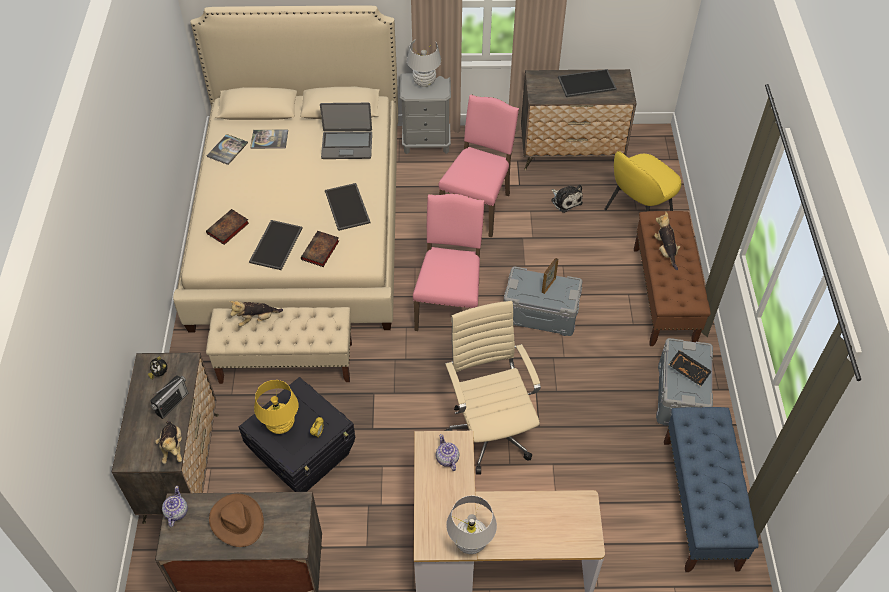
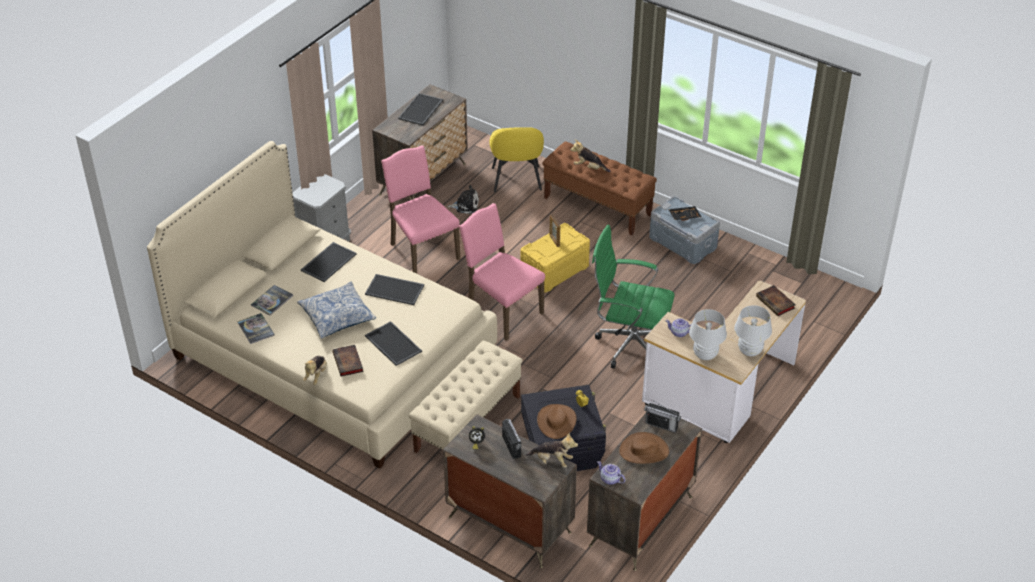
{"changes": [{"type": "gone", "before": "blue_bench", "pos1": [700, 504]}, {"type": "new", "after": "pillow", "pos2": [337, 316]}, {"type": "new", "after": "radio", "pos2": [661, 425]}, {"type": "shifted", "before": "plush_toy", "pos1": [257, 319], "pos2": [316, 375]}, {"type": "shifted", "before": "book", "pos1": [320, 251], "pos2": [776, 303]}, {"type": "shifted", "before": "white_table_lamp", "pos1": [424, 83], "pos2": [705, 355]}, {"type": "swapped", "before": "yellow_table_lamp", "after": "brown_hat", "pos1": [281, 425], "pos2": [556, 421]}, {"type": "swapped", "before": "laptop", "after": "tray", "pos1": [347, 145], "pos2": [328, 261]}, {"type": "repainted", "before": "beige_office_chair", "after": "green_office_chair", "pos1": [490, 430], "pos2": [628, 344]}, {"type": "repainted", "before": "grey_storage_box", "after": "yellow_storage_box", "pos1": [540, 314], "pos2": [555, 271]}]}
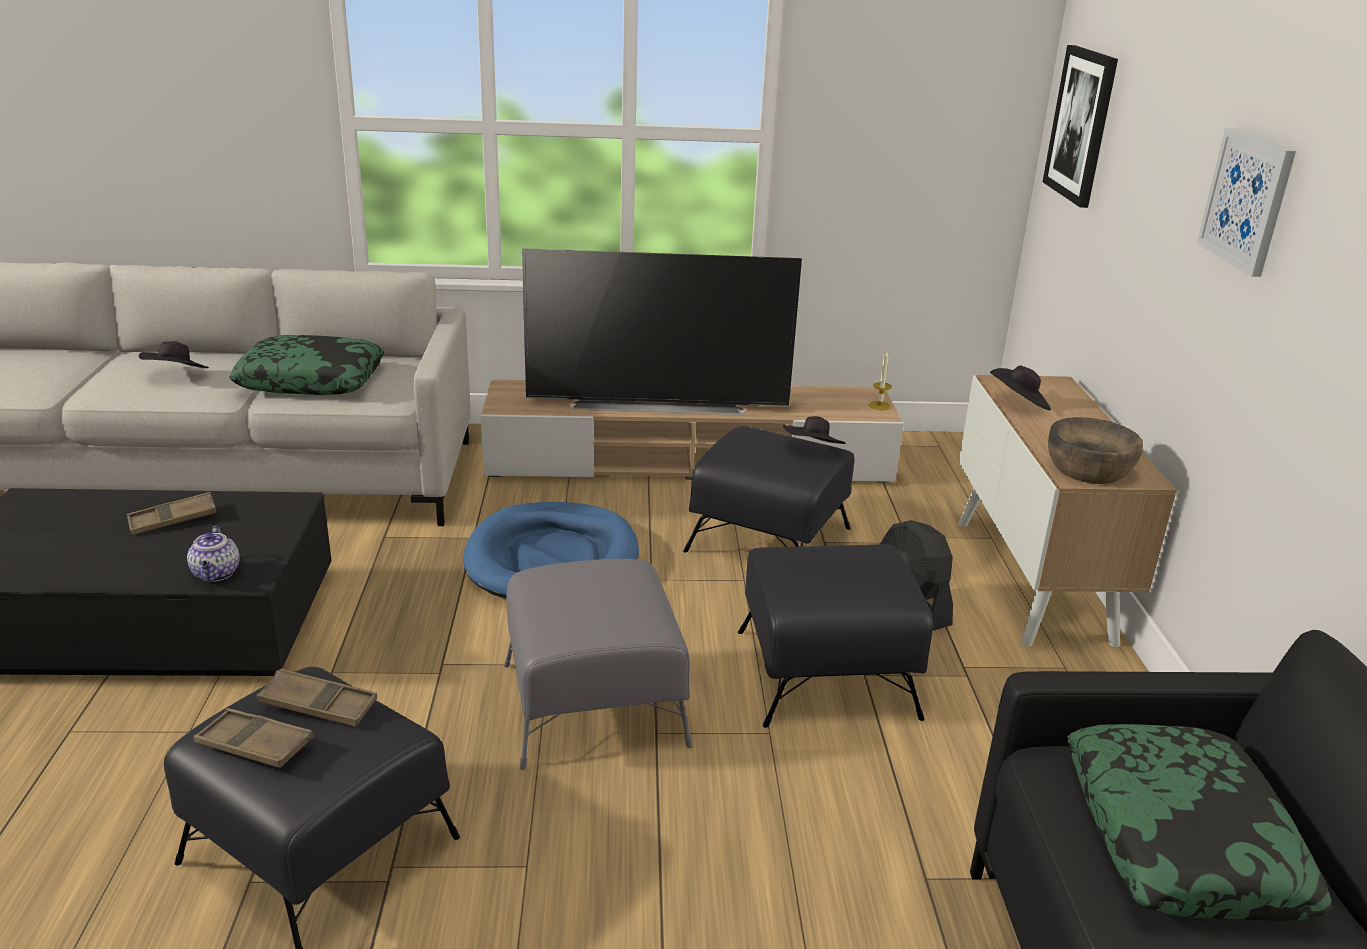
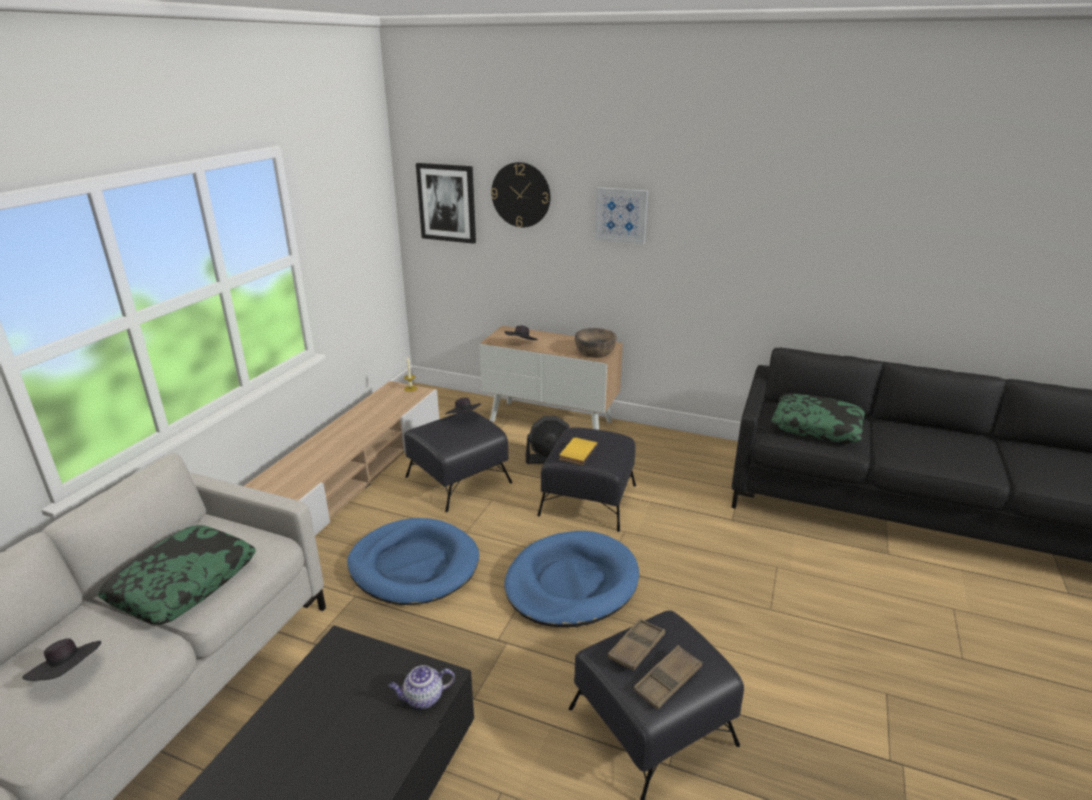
{"changes": [{"type": "gone", "before": "brown_tray", "pos1": [173, 520]}, {"type": "gone", "before": "television", "pos1": [657, 403]}, {"type": "new", "after": "wall_clock", "pos2": [521, 195]}, {"type": "new", "after": "yellow_book", "pos2": [577, 452]}, {"type": "swapped", "before": "grey_ottoman", "after": "blue_dog_bed", "pos1": [594, 703], "pos2": [571, 583]}, {"type": "rotated", "before": "teapot", "pos1": [216, 574], "pos2": [423, 698], "turn": 150}]}
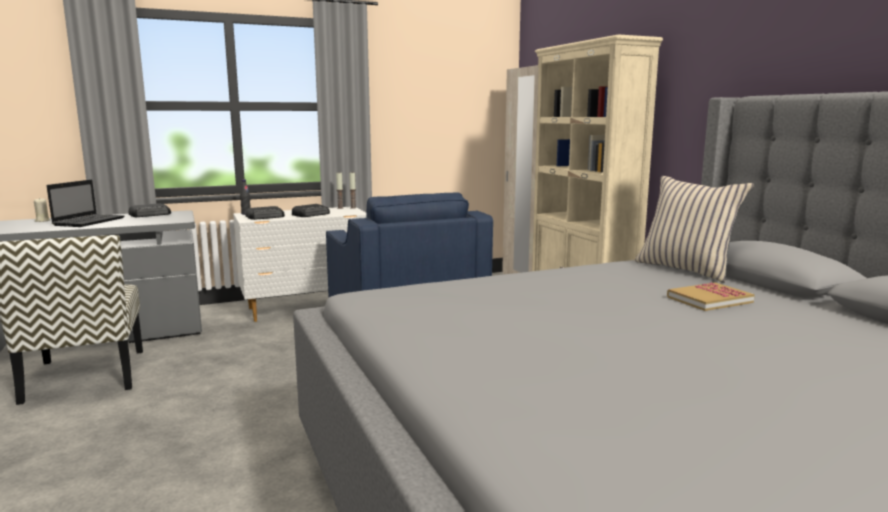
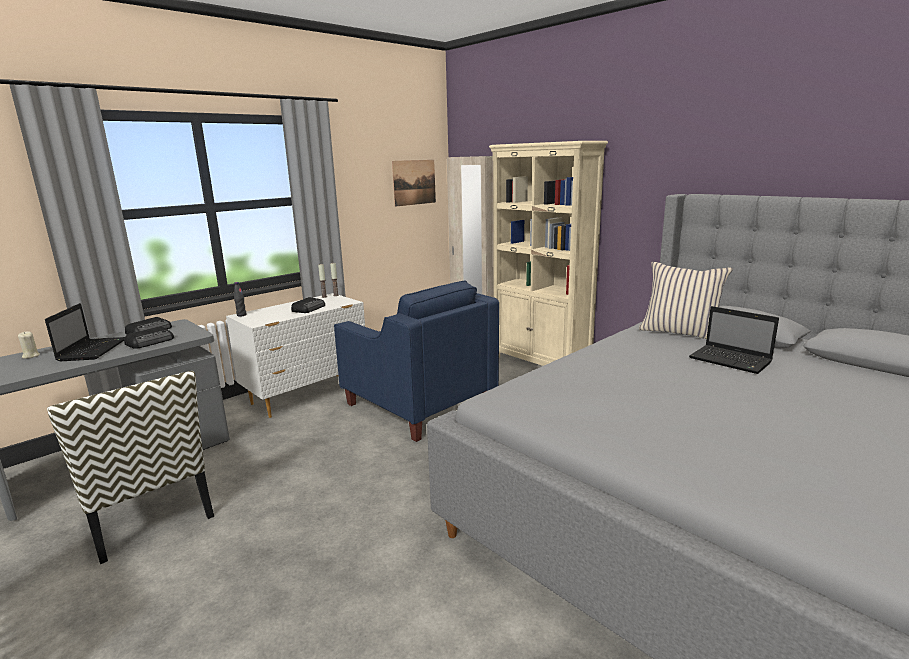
{"changes": [{"type": "new", "after": "picture", "pos2": [414, 182]}, {"type": "shifted", "before": "radio", "pos1": [266, 217], "pos2": [151, 341]}, {"type": "swapped", "before": "book", "after": "laptop", "pos1": [709, 299], "pos2": [731, 361]}]}
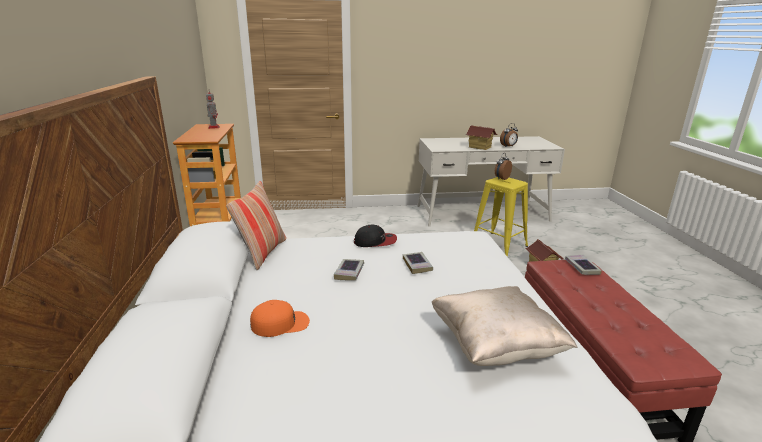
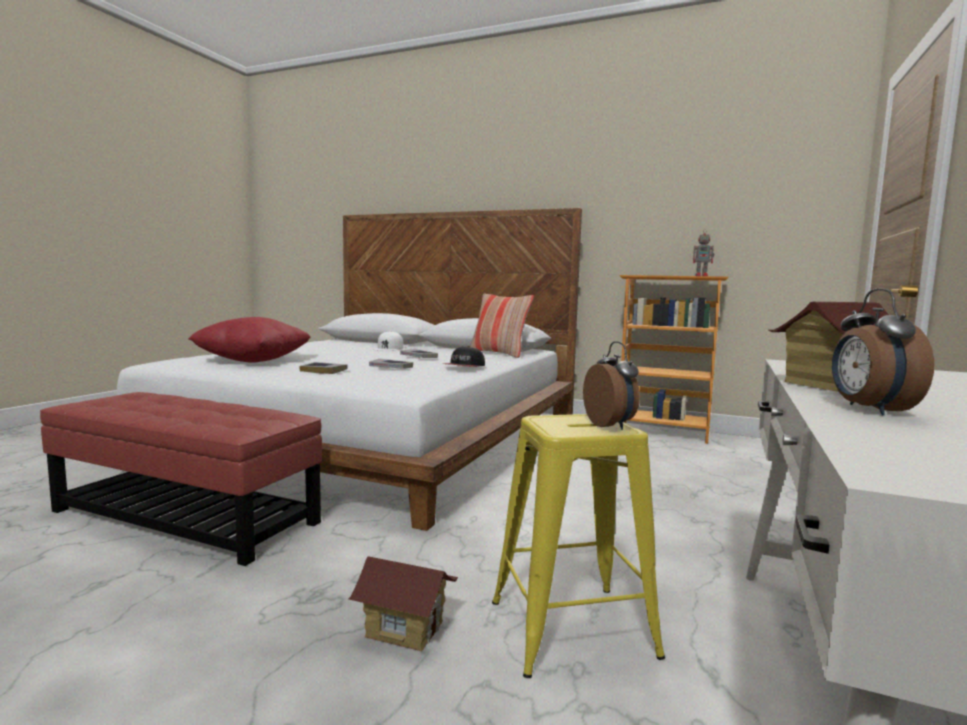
{"changes": [{"type": "shifted", "before": "book", "pos1": [582, 267], "pos2": [323, 371]}, {"type": "repainted", "before": "orange_cap", "after": "white_cap", "pos1": [280, 323], "pos2": [388, 348]}, {"type": "repainted", "before": "beige_pillow", "after": "red_pillow", "pos1": [495, 347], "pos2": [253, 361]}]}
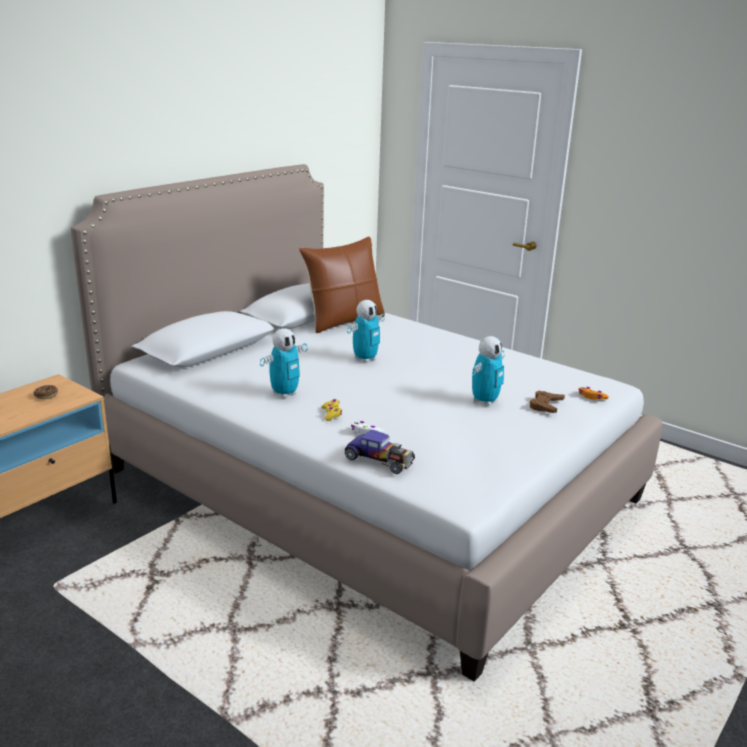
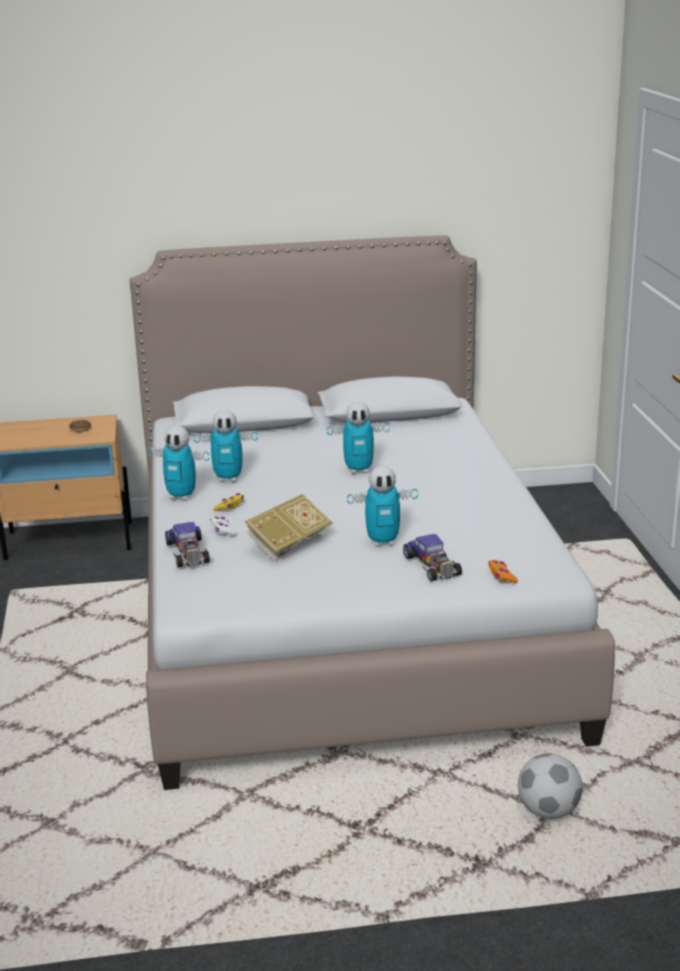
{"changes": [{"type": "gone", "before": "brown_pillow", "pos1": [343, 321]}, {"type": "new", "after": "toy_robot", "pos2": [181, 496]}, {"type": "new", "after": "book", "pos2": [288, 544]}, {"type": "new", "after": "football", "pos2": [548, 811]}, {"type": "swapped", "before": "brown_game_controller", "after": "toy_car", "pos1": [545, 405], "pos2": [432, 565]}]}
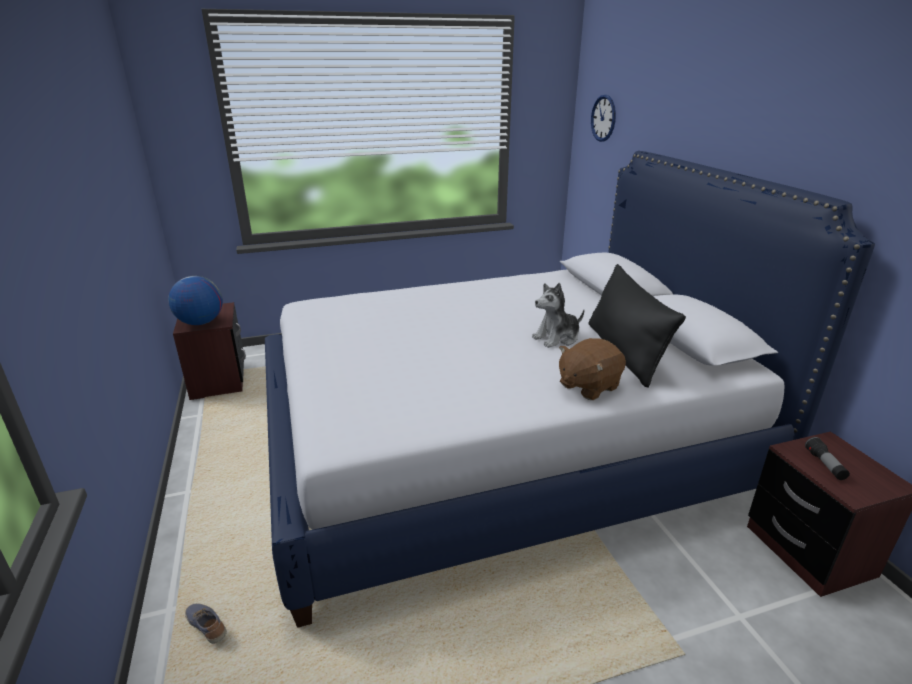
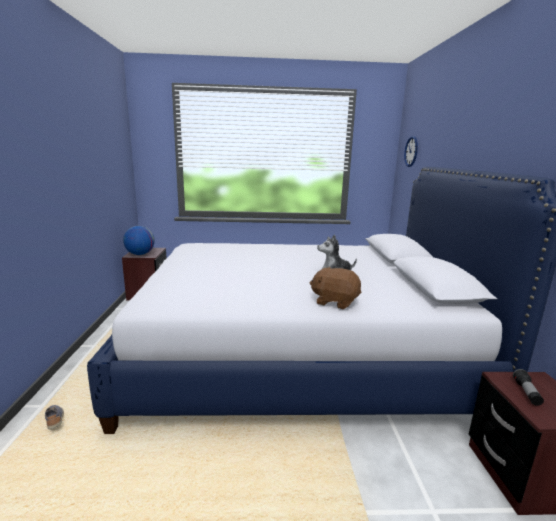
{"changes": [{"type": "gone", "before": "black_pillow", "pos1": [623, 352]}, {"type": "rotated", "before": "brown_plush_toy", "pos1": [588, 386], "pos2": [335, 301], "turn": 45}]}
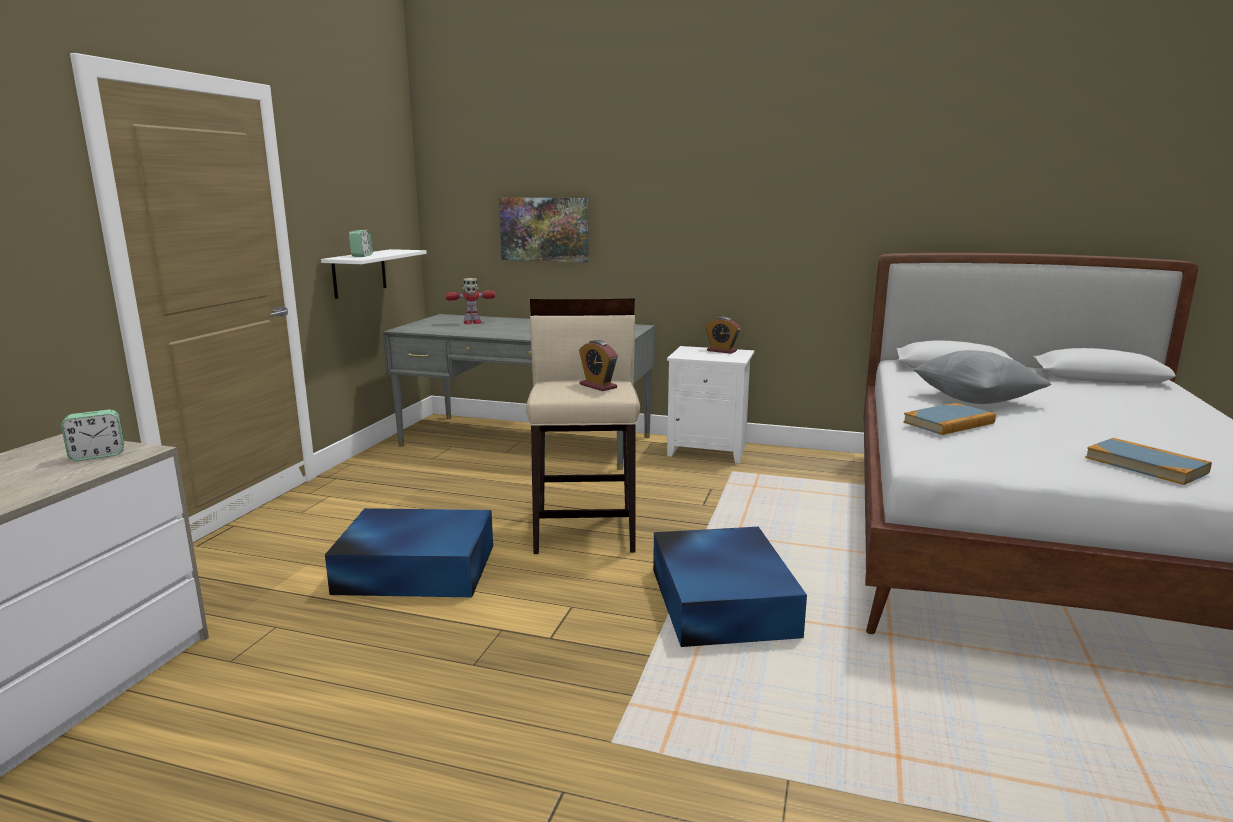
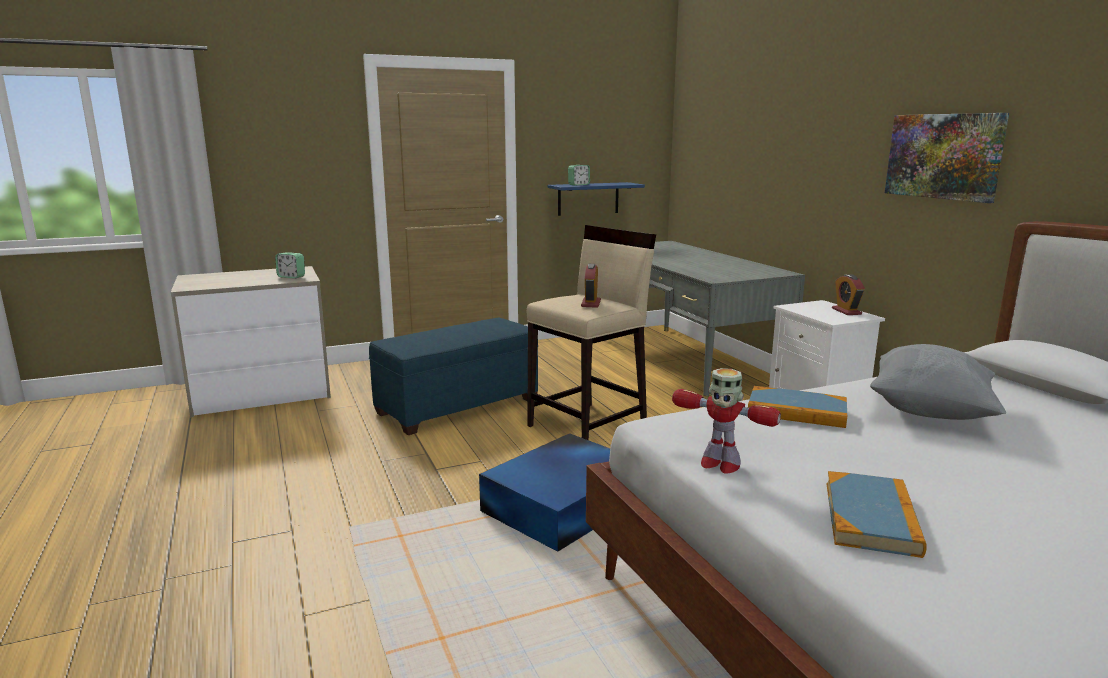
{"changes": [{"type": "shifted", "before": "toy_robot", "pos1": [472, 323], "pos2": [719, 464]}, {"type": "shifted", "before": "picture", "pos1": [544, 229], "pos2": [943, 156]}, {"type": "swapped", "before": "blue_storage_box", "after": "blue_ottoman", "pos1": [414, 568], "pos2": [458, 406]}, {"type": "repainted", "before": "white_shelf", "after": "blue_shelf", "pos1": [359, 273], "pos2": [588, 198]}]}
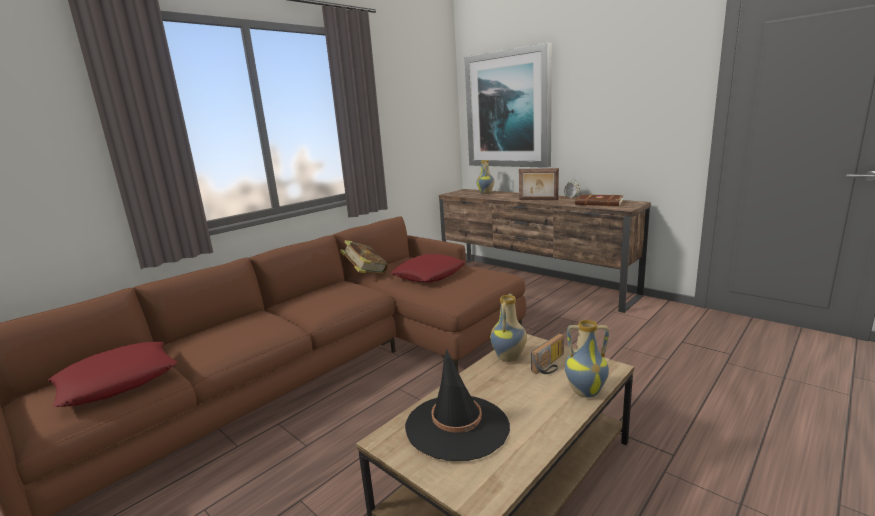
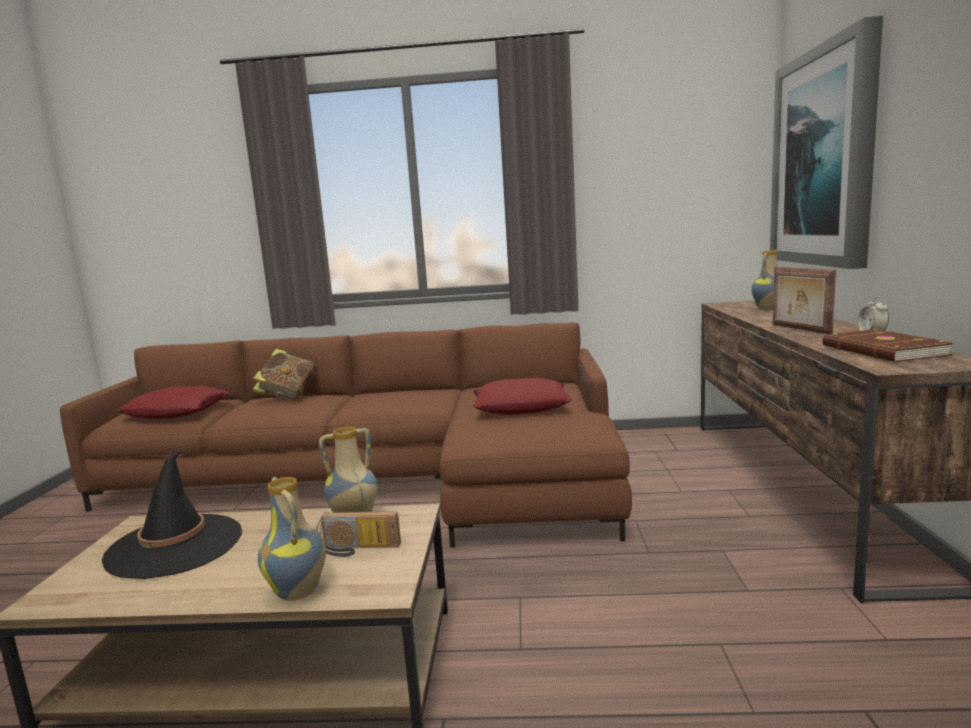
{"changes": [{"type": "shifted", "before": "book", "pos1": [365, 273], "pos2": [288, 397]}]}
